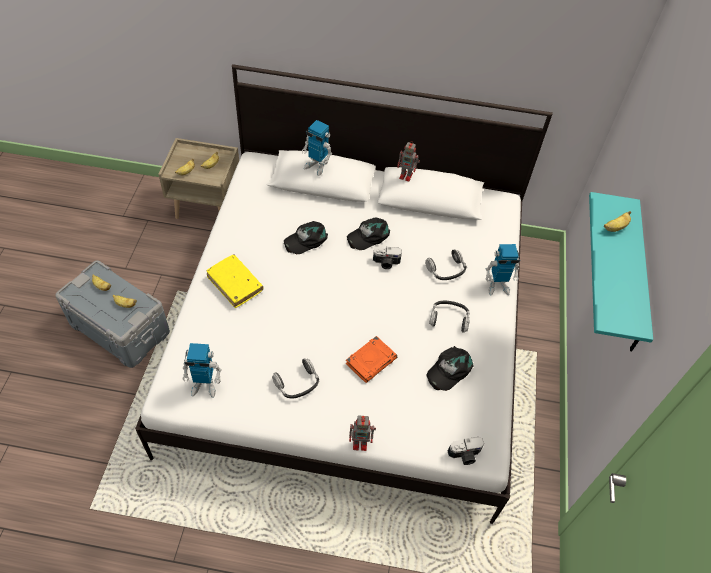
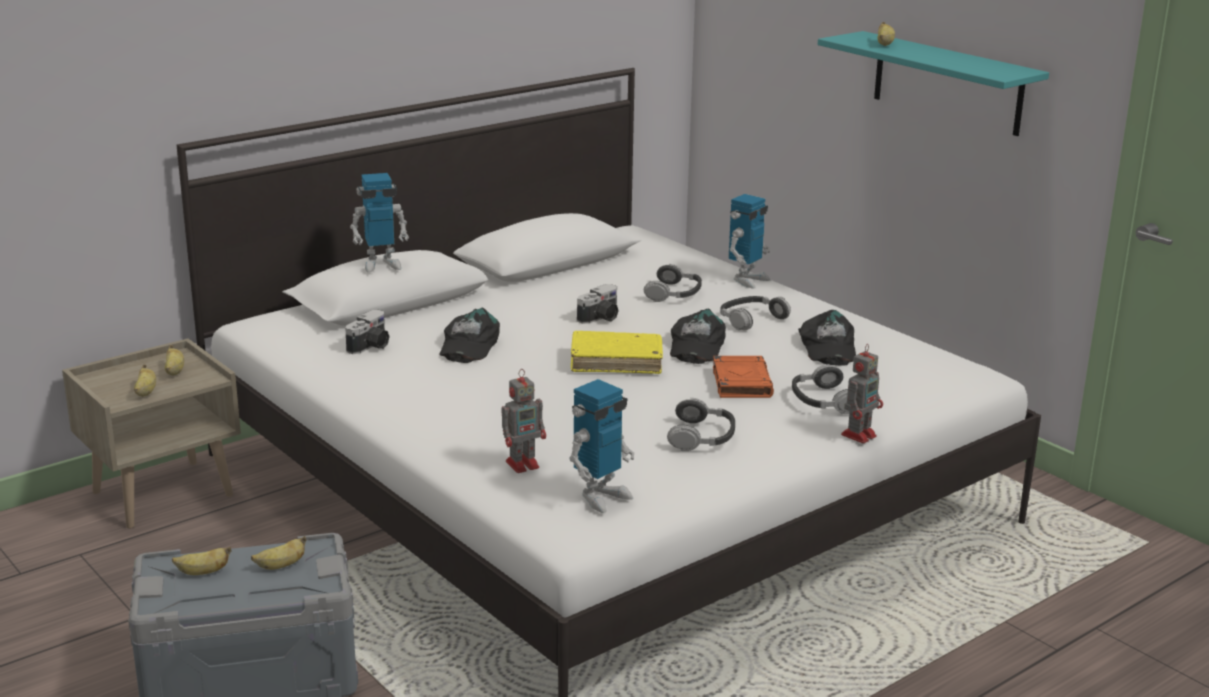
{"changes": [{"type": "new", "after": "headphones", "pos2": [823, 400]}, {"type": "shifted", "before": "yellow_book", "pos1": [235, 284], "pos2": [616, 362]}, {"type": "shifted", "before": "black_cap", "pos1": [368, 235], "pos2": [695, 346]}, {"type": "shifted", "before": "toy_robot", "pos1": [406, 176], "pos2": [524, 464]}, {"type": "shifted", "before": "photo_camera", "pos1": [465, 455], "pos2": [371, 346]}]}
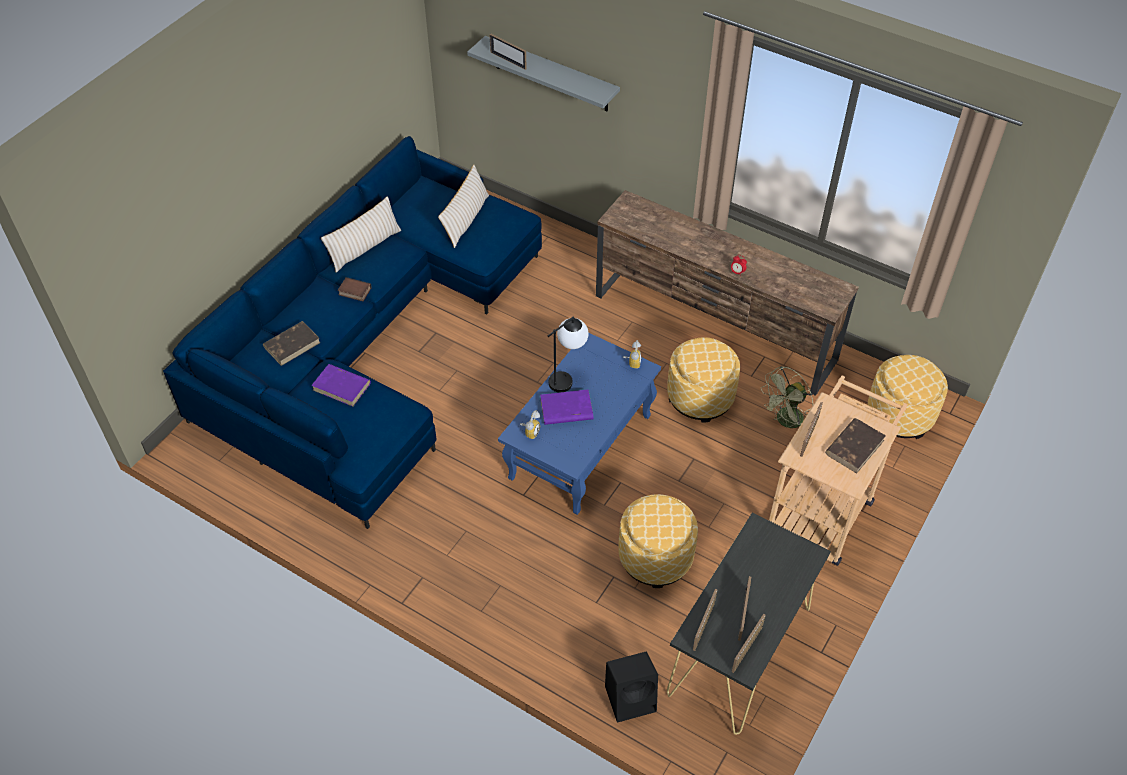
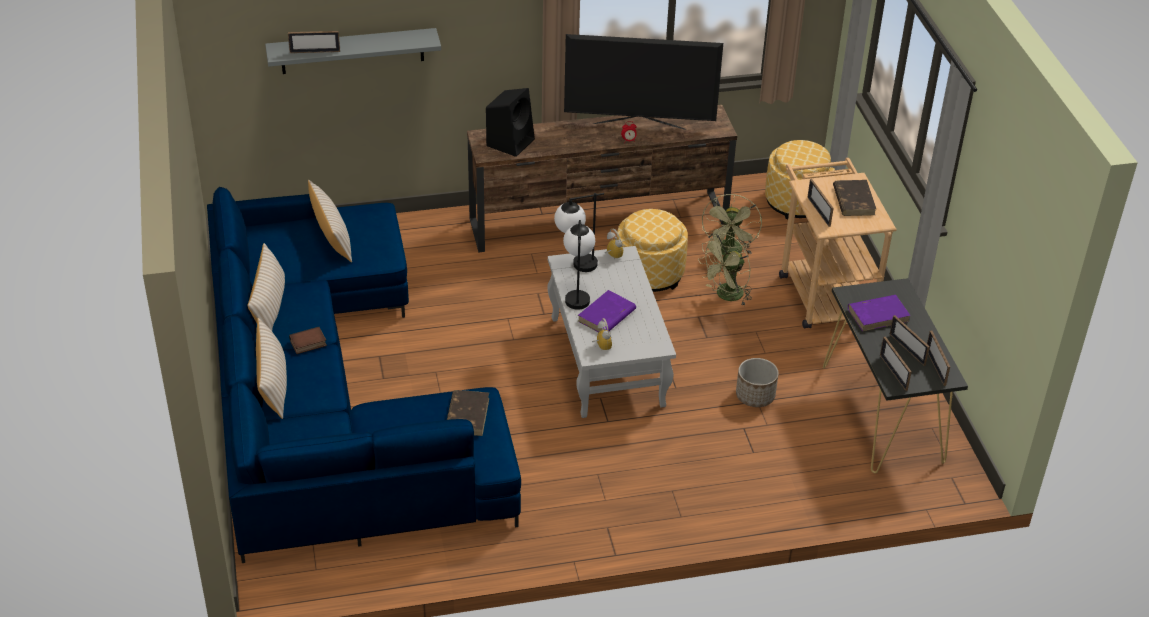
{"changes": [{"type": "new", "after": "beige_pillow", "pos2": [273, 384]}, {"type": "new", "after": "table_lamp", "pos2": [575, 266]}, {"type": "new", "after": "television", "pos2": [639, 125]}, {"type": "new", "after": "green_fan", "pos2": [726, 296]}, {"type": "shifted", "before": "brown_book", "pos1": [292, 344], "pos2": [467, 415]}, {"type": "shifted", "before": "purple_book", "pos1": [342, 386], "pos2": [878, 315]}, {"type": "shifted", "before": "black_speaker", "pos1": [631, 698], "pos2": [510, 141]}, {"type": "swapped", "before": "ottoman", "after": "planter", "pos1": [655, 557], "pos2": [755, 396]}, {"type": "repainted", "before": "blue_coffee_table", "after": "white_coffee_table", "pos1": [581, 446], "pos2": [606, 360]}]}
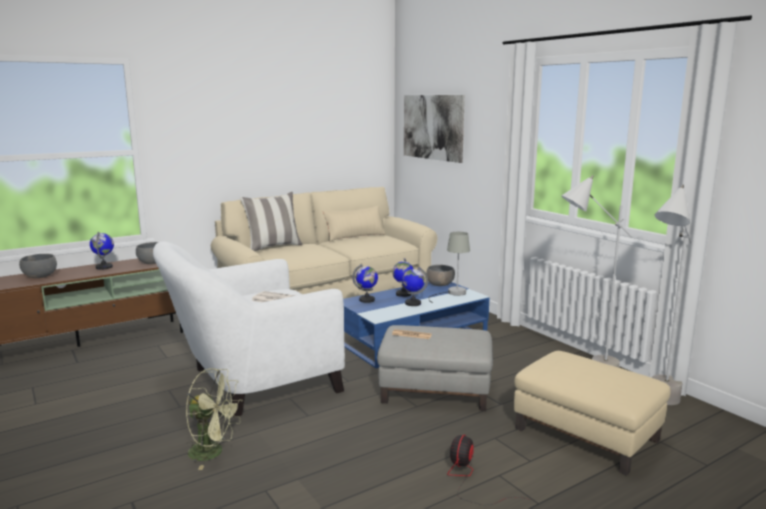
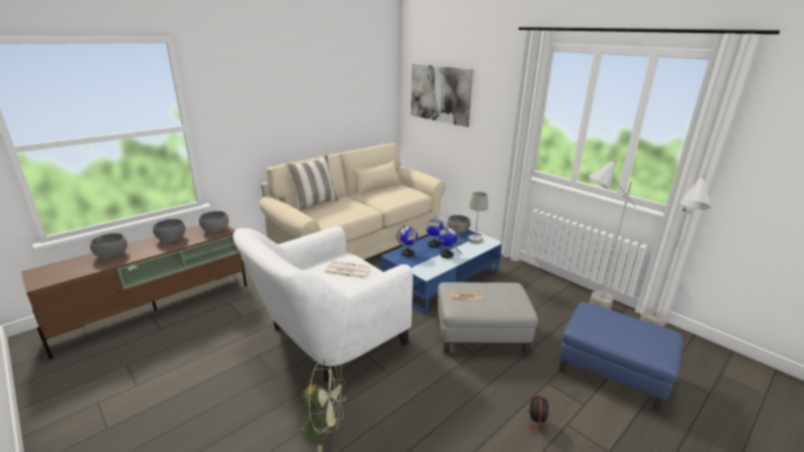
{"changes": [{"type": "swapped", "before": "globe", "after": "grey_bowl", "pos1": [104, 267], "pos2": [171, 239]}, {"type": "repainted", "before": "beige_ottoman", "after": "blue_ottoman", "pos1": [585, 434], "pos2": [612, 371]}]}
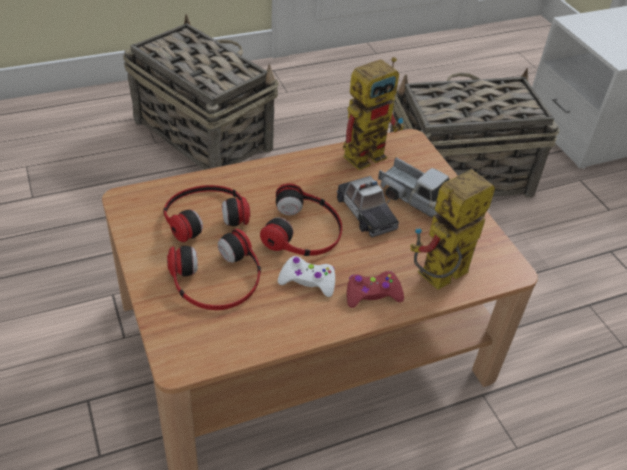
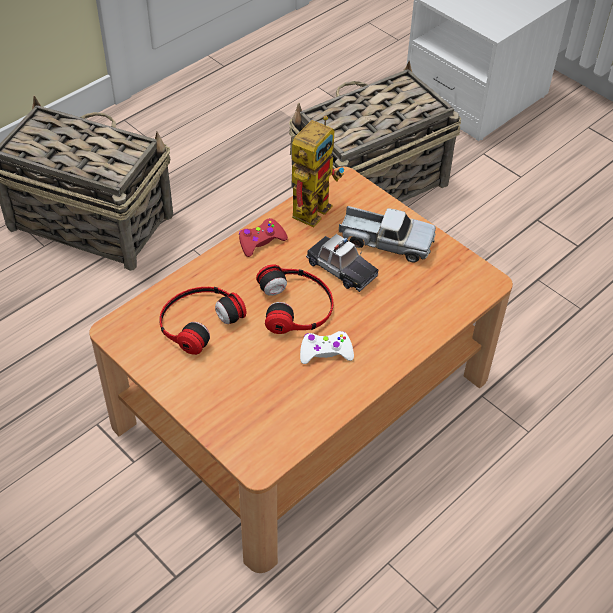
{"changes": [{"type": "gone", "before": "headphones", "pos1": [217, 279]}, {"type": "gone", "before": "toy_robot", "pos1": [438, 280]}, {"type": "shifted", "before": "red_game_controller", "pos1": [372, 294], "pos2": [261, 241]}]}
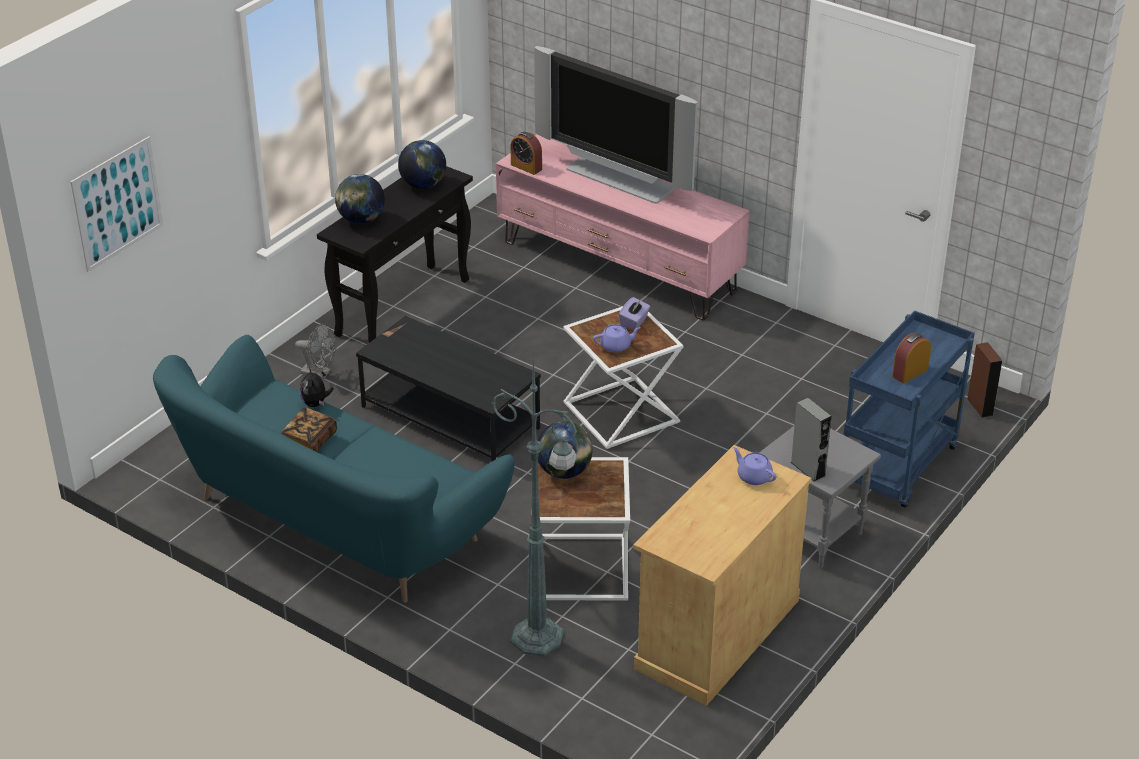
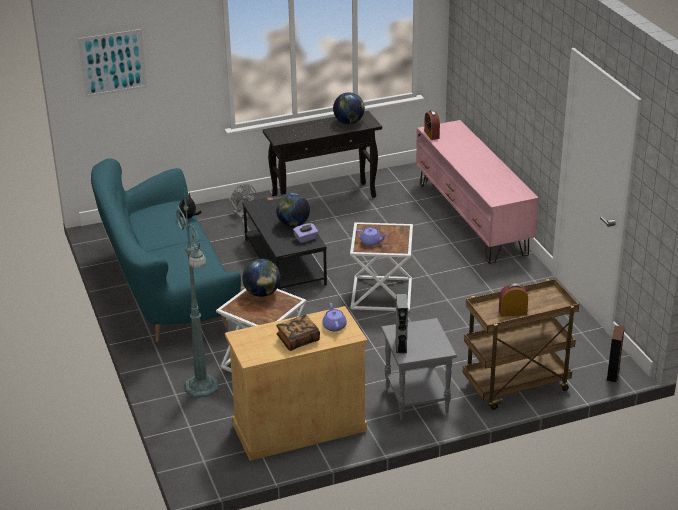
{"changes": [{"type": "gone", "before": "television", "pos1": [619, 180]}, {"type": "shifted", "before": "book", "pos1": [309, 441], "pos2": [298, 340]}, {"type": "shifted", "before": "globe", "pos1": [361, 220], "pos2": [293, 224]}, {"type": "shifted", "before": "purple_tissue_box", "pos1": [634, 322], "pos2": [306, 238]}, {"type": "repainted", "before": "blue_cart", "after": "brown_cart", "pos1": [899, 468], "pos2": [515, 387]}]}
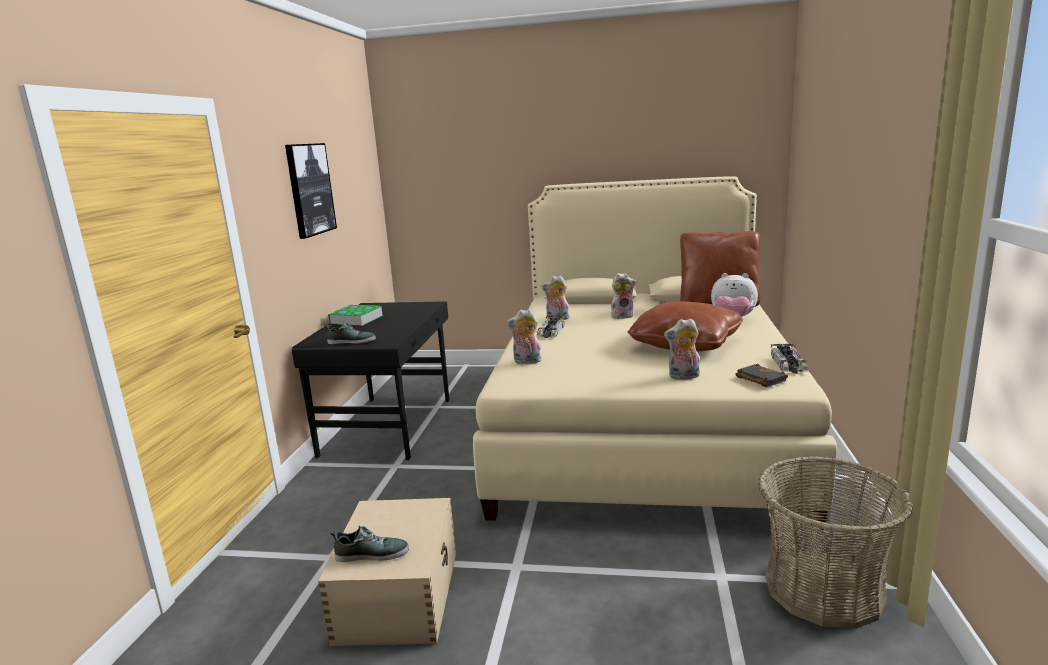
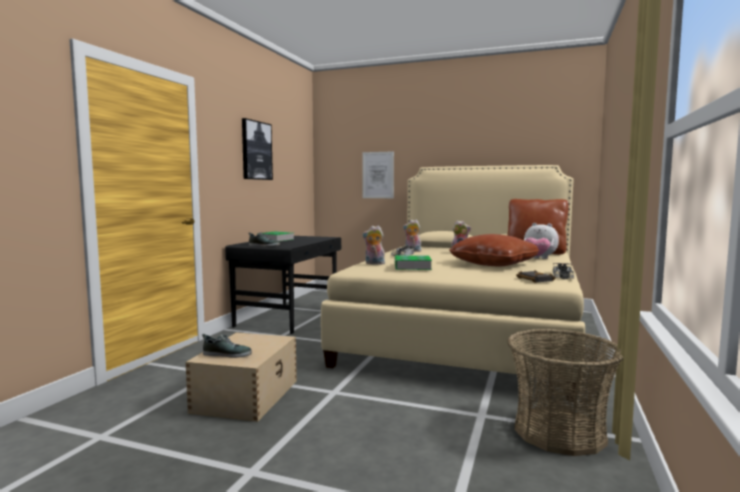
{"changes": [{"type": "gone", "before": "plush_toy", "pos1": [683, 376]}, {"type": "new", "after": "picture", "pos2": [378, 175]}, {"type": "new", "after": "book", "pos2": [412, 267]}]}
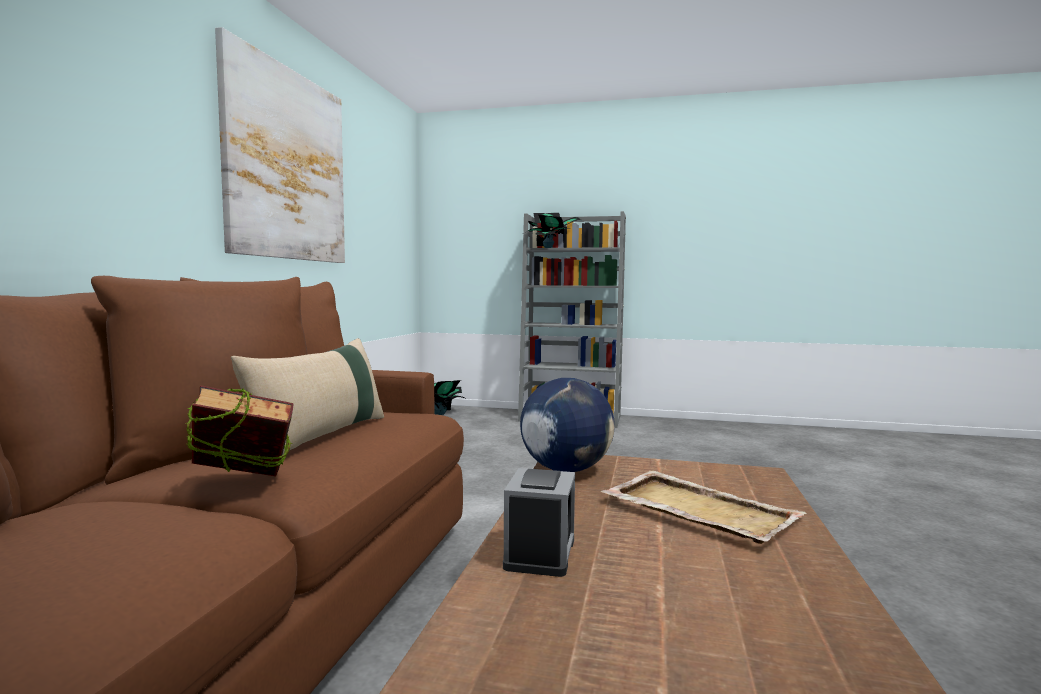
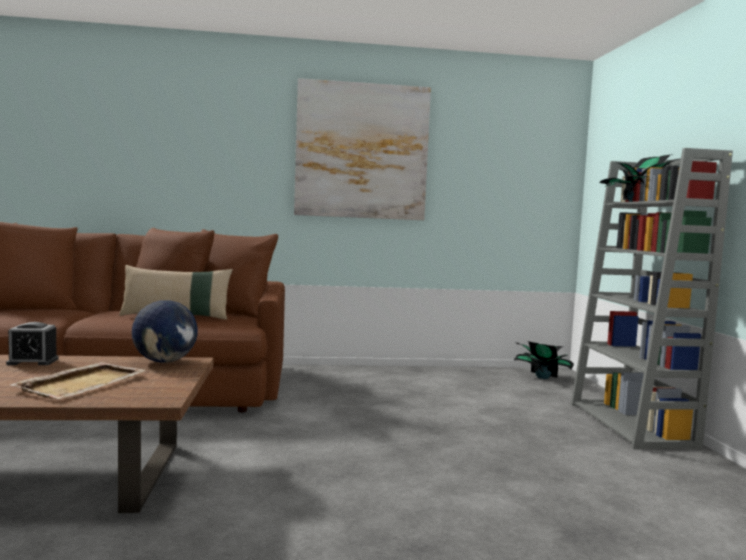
{"changes": [{"type": "gone", "before": "book", "pos1": [243, 489]}]}
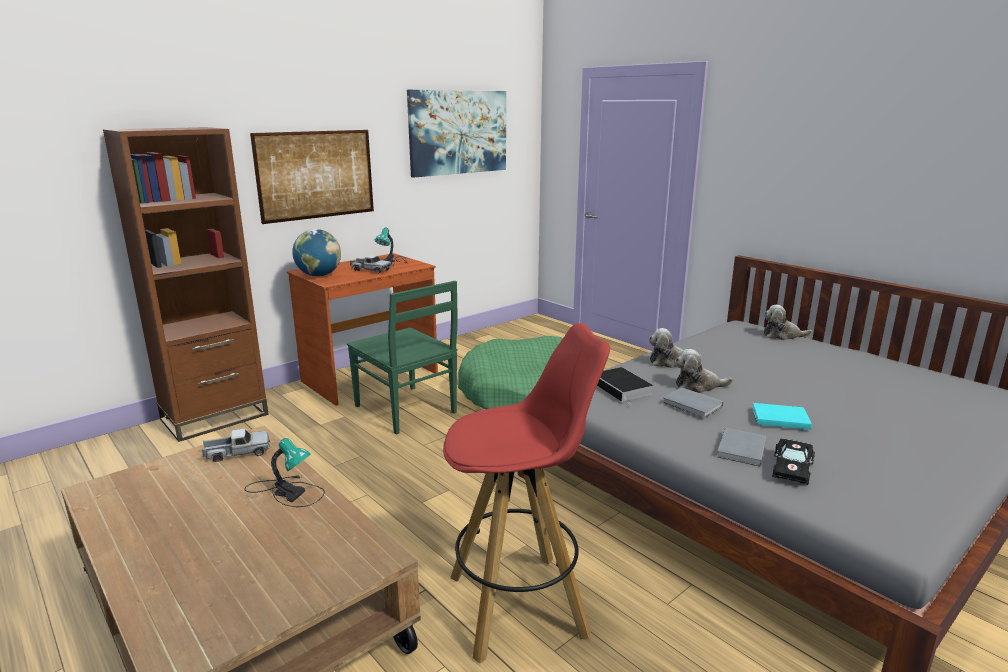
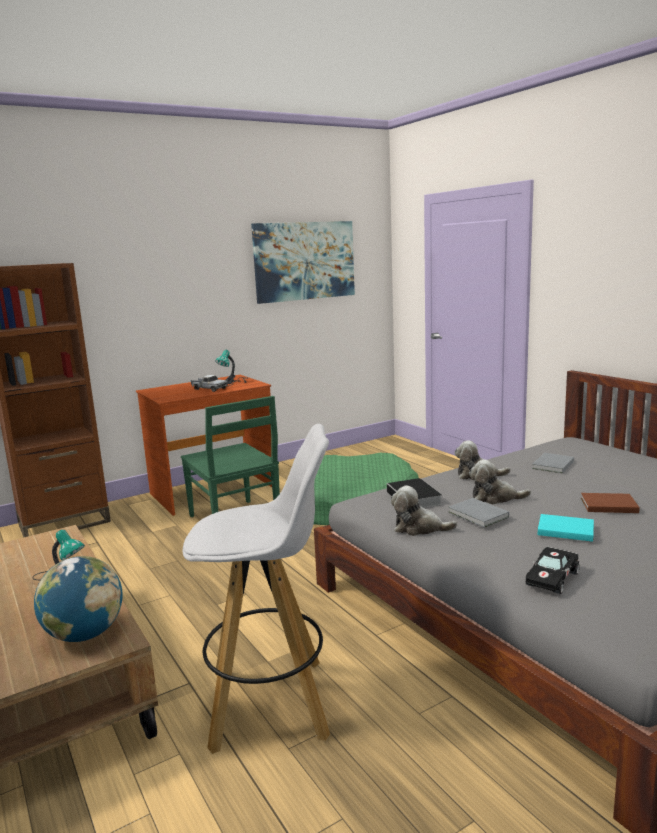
{"changes": [{"type": "gone", "before": "toy_truck", "pos1": [237, 453]}, {"type": "gone", "before": "picture", "pos1": [316, 175]}, {"type": "new", "after": "brown_book", "pos2": [607, 505]}, {"type": "shifted", "before": "globe", "pos1": [319, 275], "pos2": [85, 634]}, {"type": "shifted", "before": "grey_book", "pos1": [740, 449], "pos2": [552, 465]}, {"type": "shifted", "before": "plush_toy", "pos1": [782, 335], "pos2": [419, 528]}, {"type": "repainted", "before": "red_stool", "after": "white_stool", "pos1": [520, 605], "pos2": [272, 703]}]}
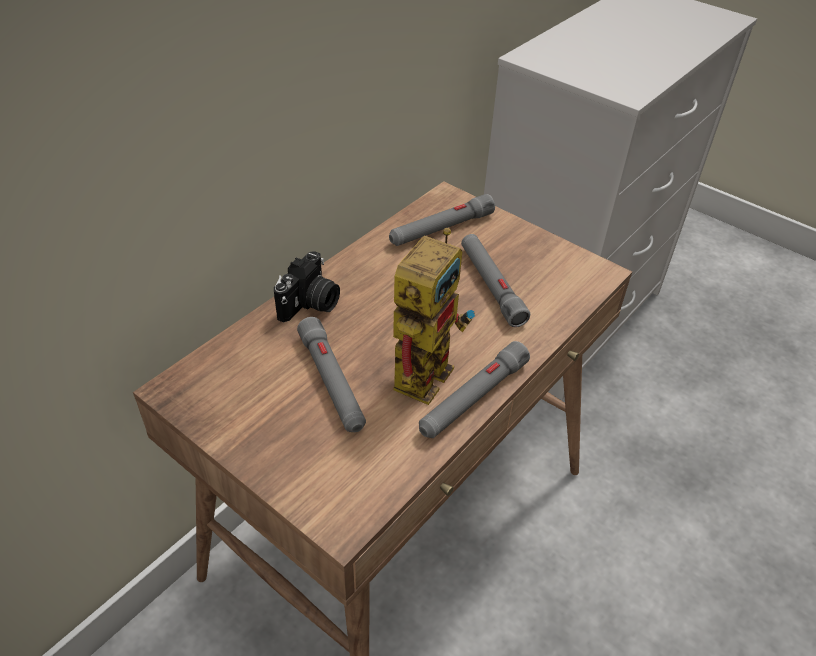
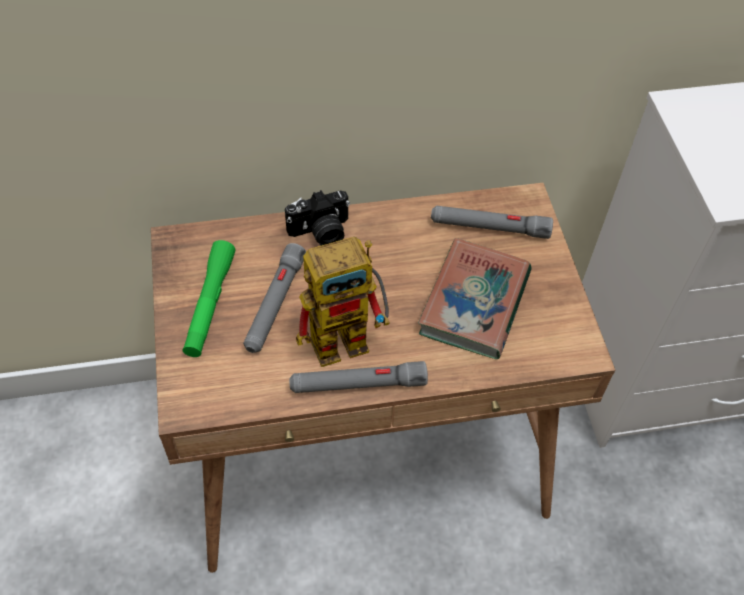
{"changes": [{"type": "new", "after": "green_flashlight", "pos2": [210, 304]}, {"type": "swapped", "before": "grey_flashlight", "after": "book", "pos1": [491, 285], "pos2": [474, 303]}]}
